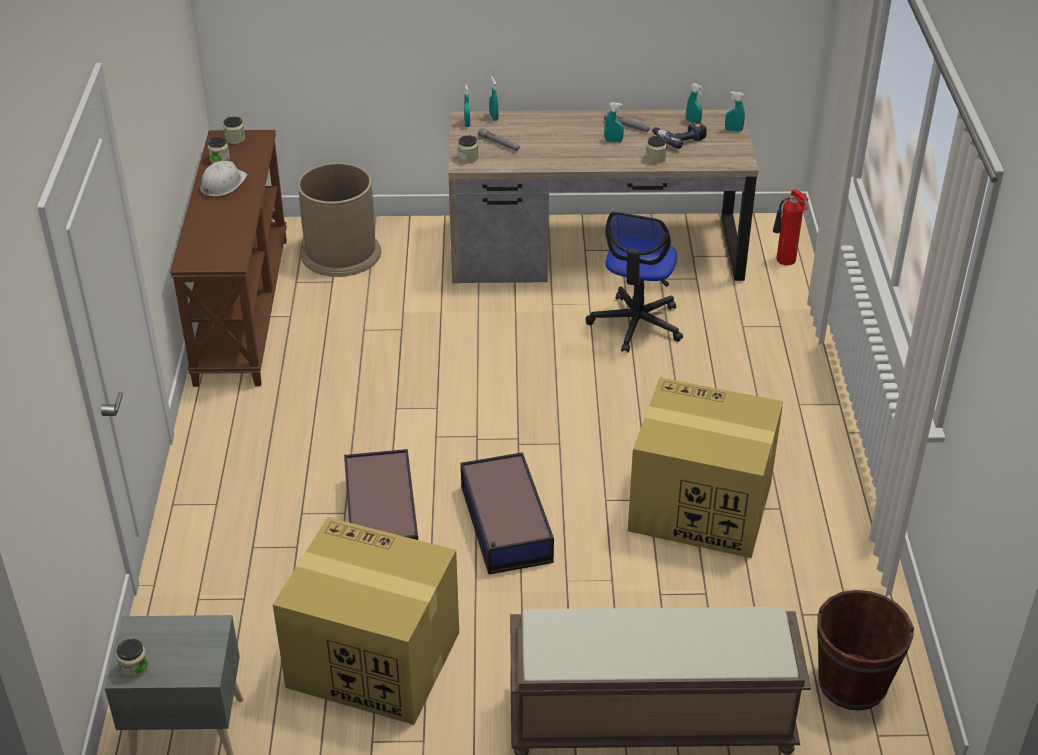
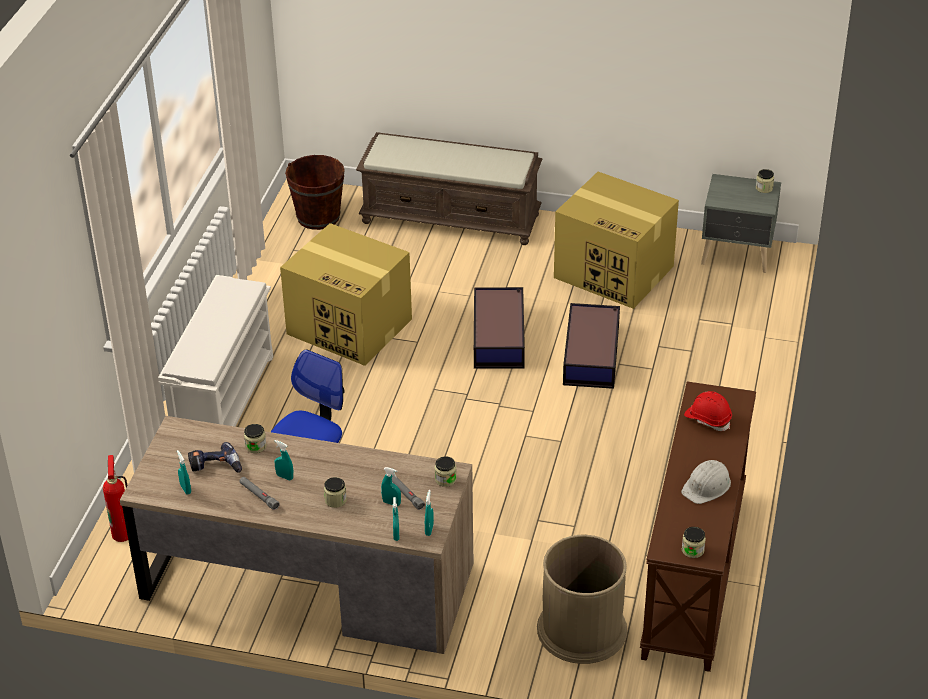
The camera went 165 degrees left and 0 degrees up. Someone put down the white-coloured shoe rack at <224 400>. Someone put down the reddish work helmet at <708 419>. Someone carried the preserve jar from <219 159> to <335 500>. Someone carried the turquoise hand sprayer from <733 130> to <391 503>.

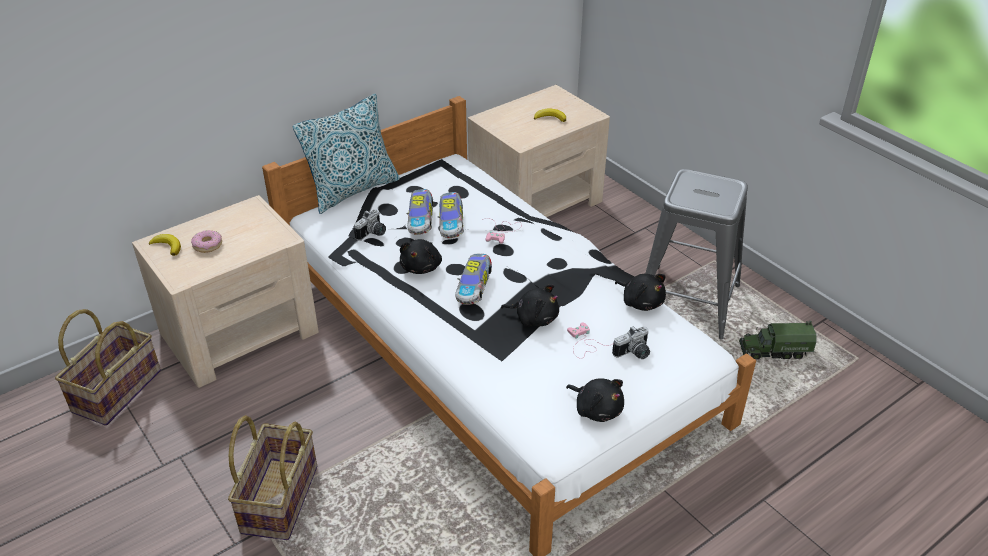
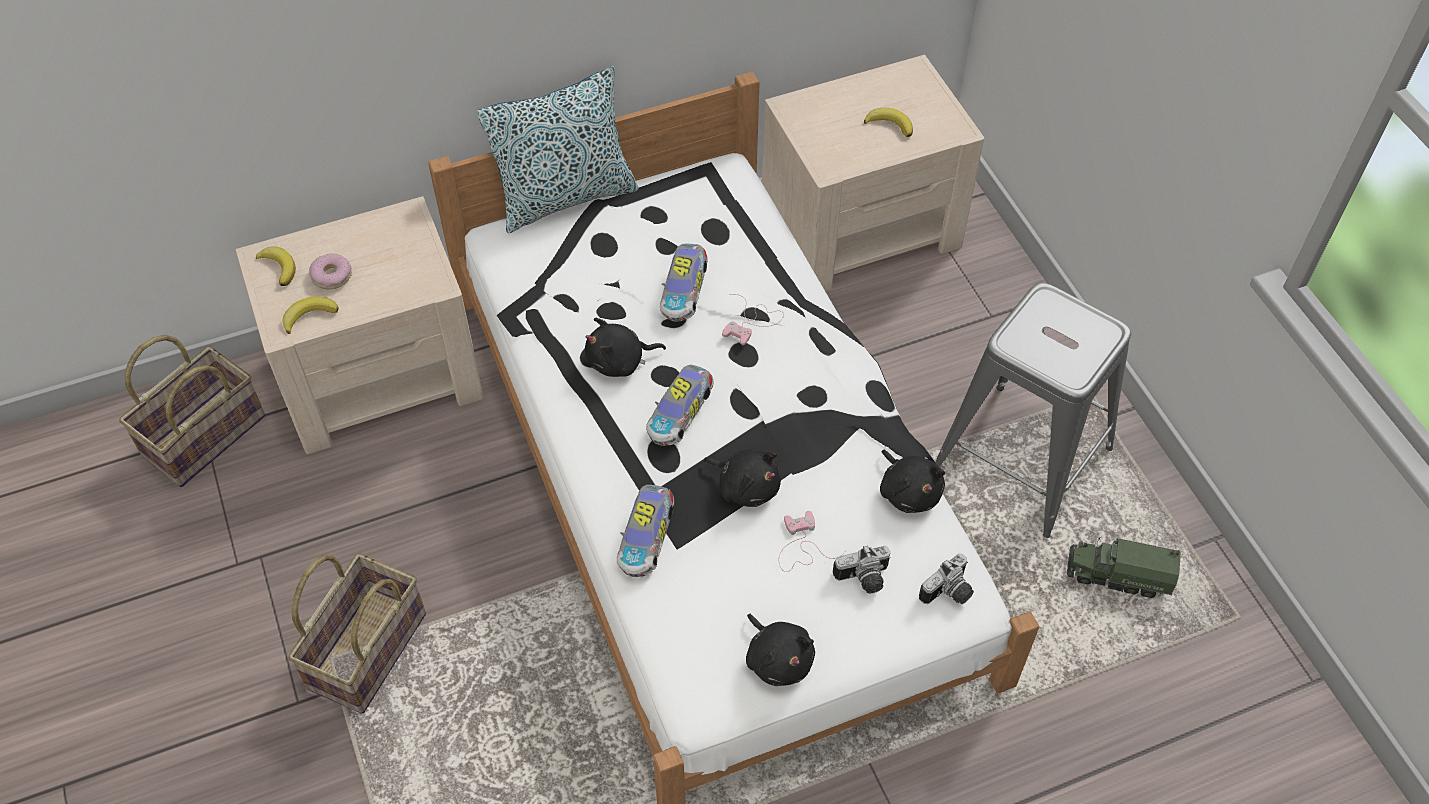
The camera went 15 degrees right and 15 degrees up. Someone put down the banana at <309 315>. Someone carried the photo camera from <373 234> to <949 593>. Someone carried the miniature car from <420 219> to <646 536>. Someone rotated the blackish cuddly toy at <422 267> by 45 degrees clockwise.

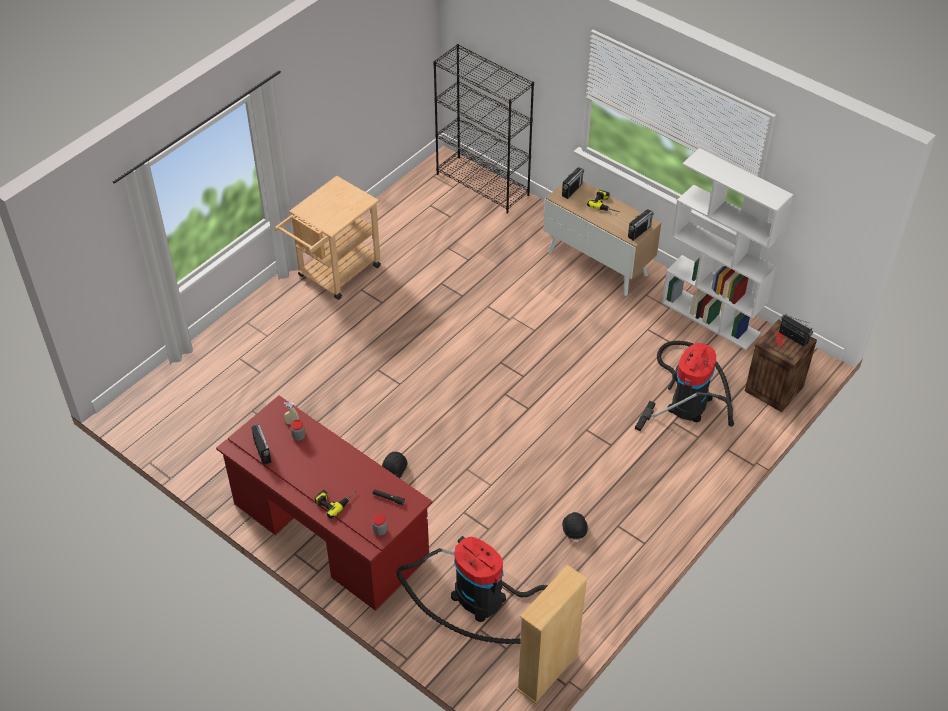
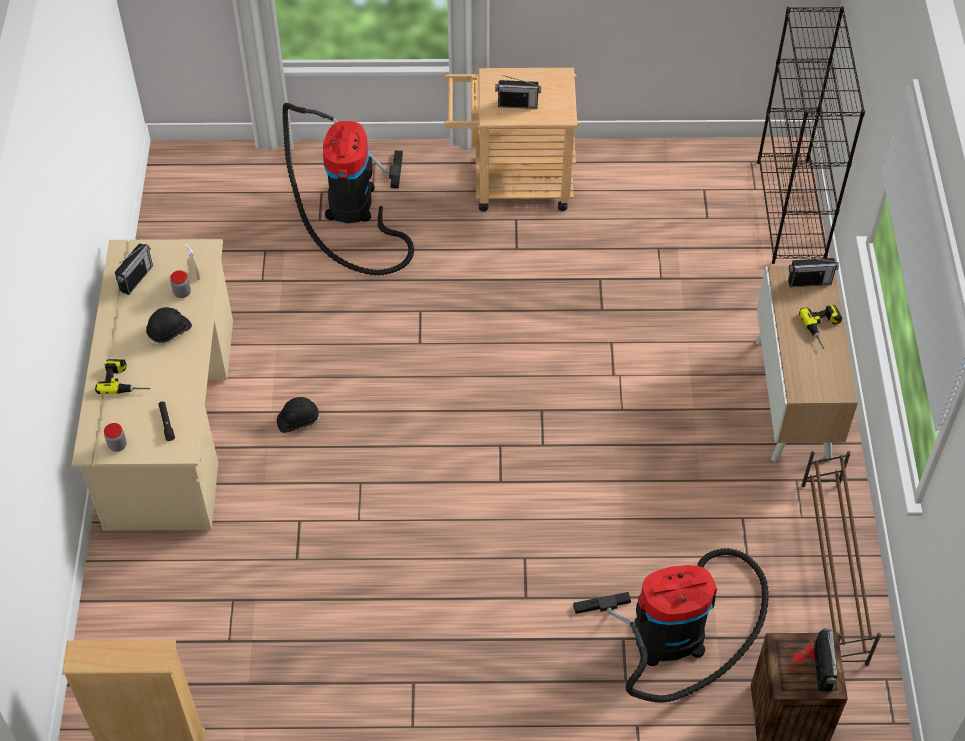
The camera went 50 degrees right and 5 degrees up. Someone carried the hoover from <484 601> to <351 208>. Someone carried the blackish work helmet from <574 529> to <169 331>. Someone carried the radio from <639 232> to <517 104>. Someone swapped the white-coloured bookshelf at <711 318> for the brownish shoe rack at <833 572>. Someone repainted the reddish desk table at <330 531>, which became the beige desk table at <170 422>.

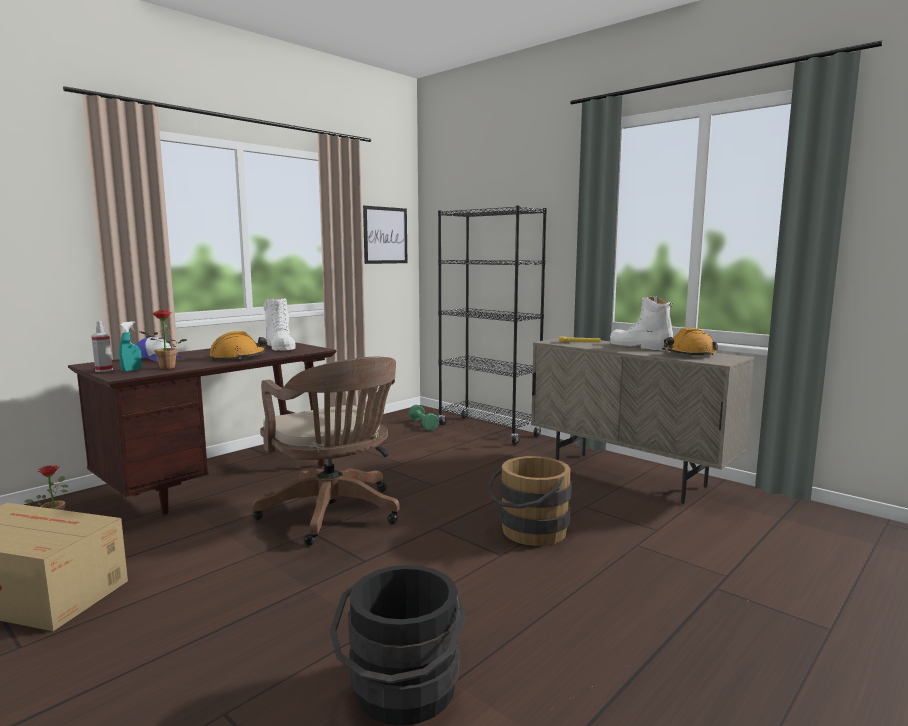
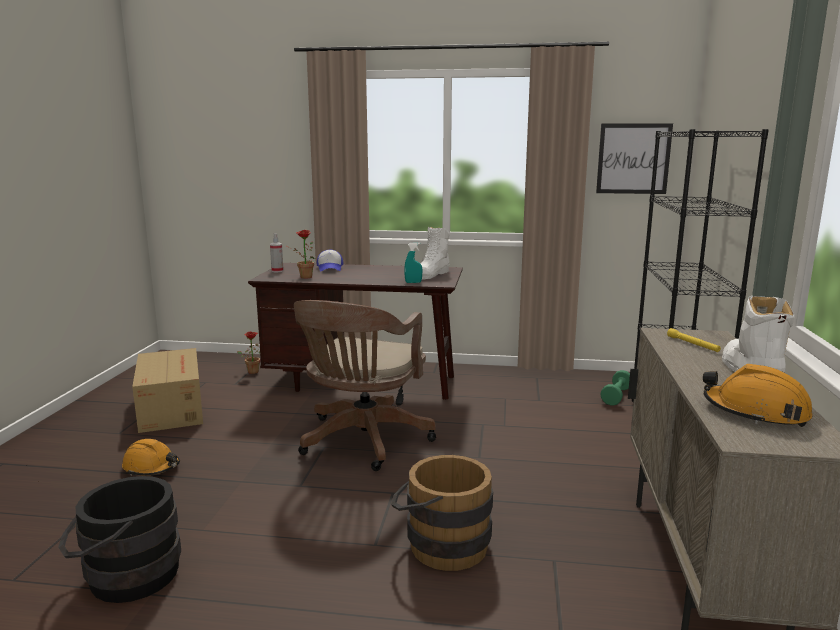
The camera went 55 degrees right and 5 degrees up. Someone carried the turquoise hand sprayer from <131 370> to <413 282>. Someone carried the orange-coloured work helmet from <238 357> to <151 467>.

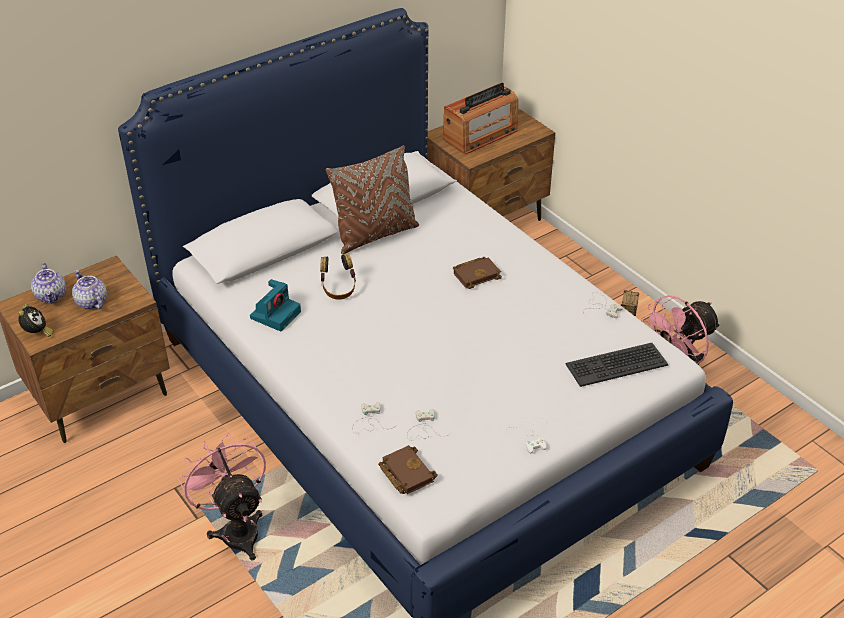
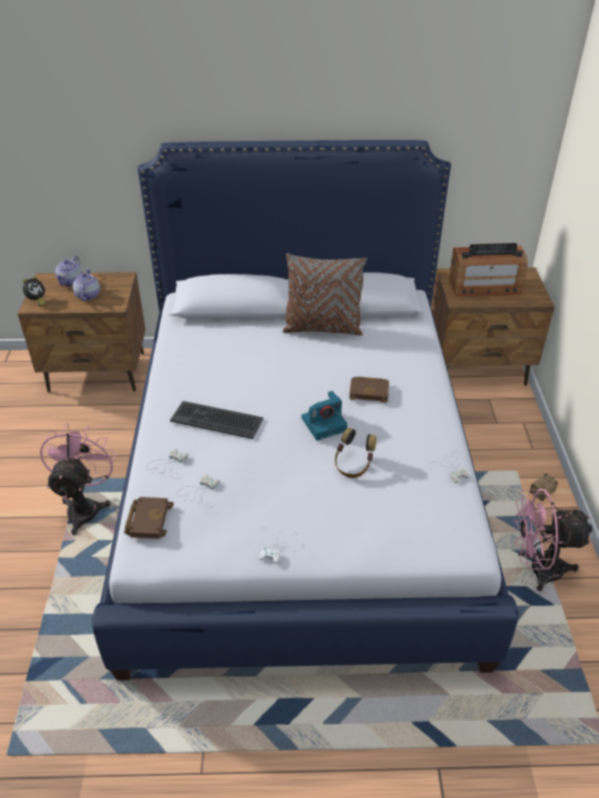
The camera went 35 degrees right and 0 degrees up. Someone carried the photo camera from <275 314> to <324 423>. Someone carried the headphones from <338 289> to <353 465>. Someone carried the keyboard from <616 364> to <217 420>.

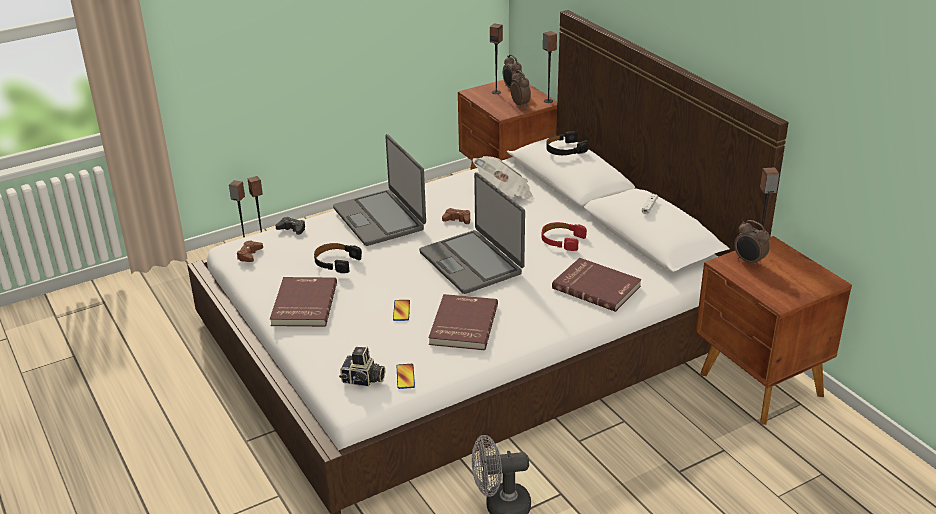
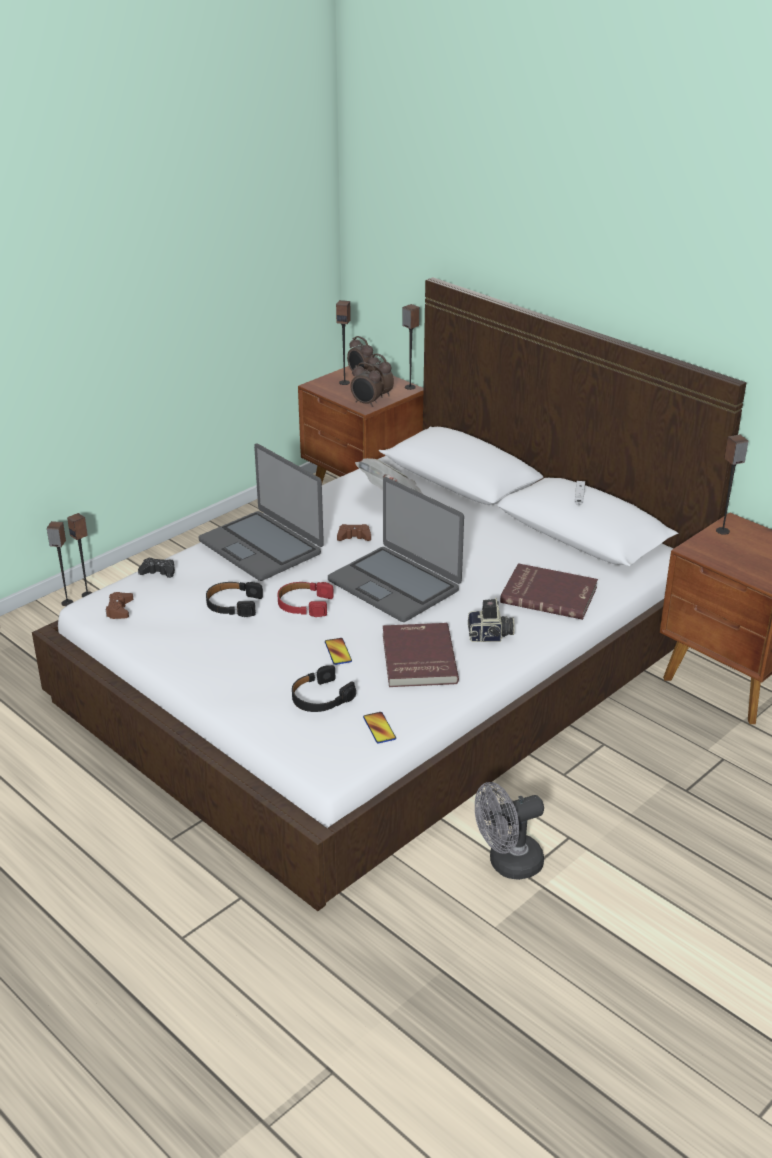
The camera went 15 degrees left and 0 degrees up. Someone took away the reddish book at <303 304>. Someone carried the photo camera from <363 380> to <490 636>. Someone carried the reddish headphones from <562 240> to <304 605>. Someone carried the blackish headphones from <565 150> to <320 698>. Someone carried the bedside clock from <749 261> to <366 403>.

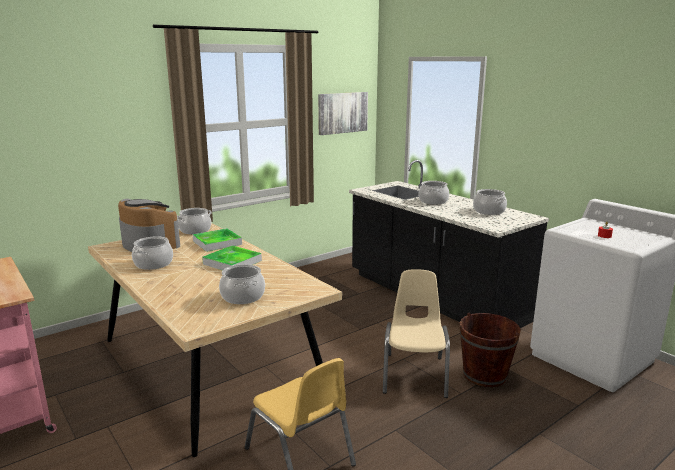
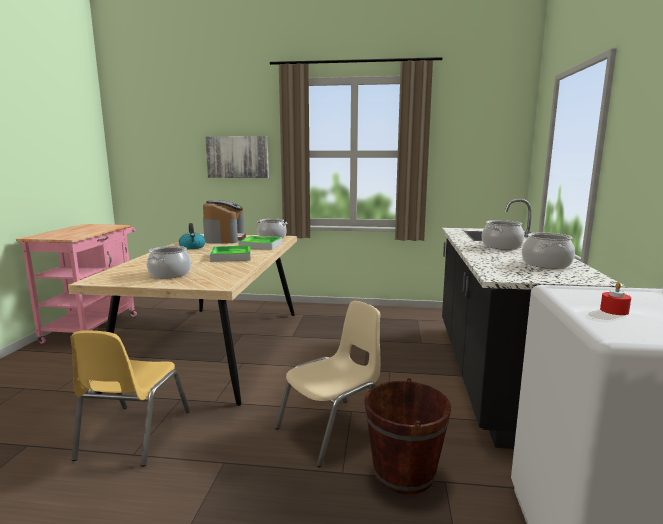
The camera went 45 degrees right and 5 degrees down. Someone carried the picture from <342 112> to <237 157>. Someone swapped the cooking pot at <153 264> for the water kettle at <192 247>.

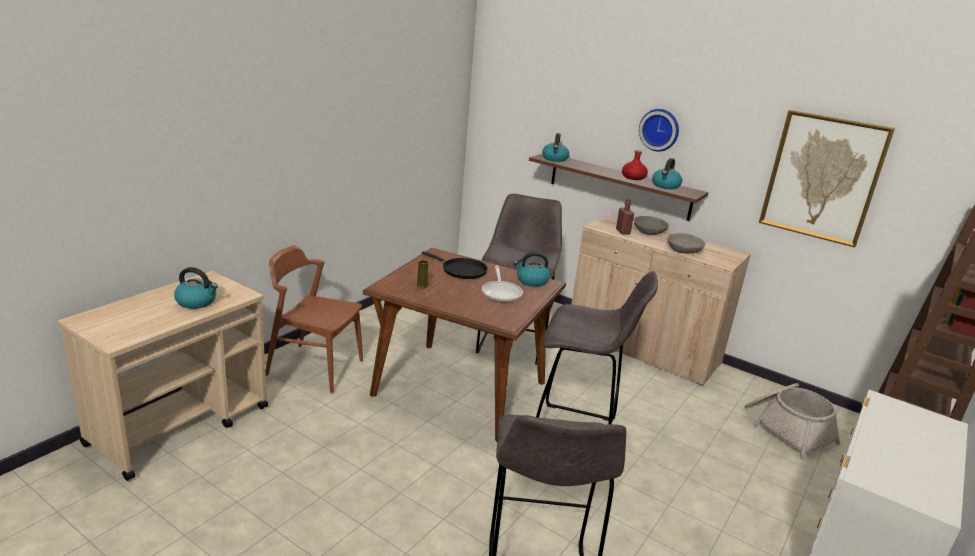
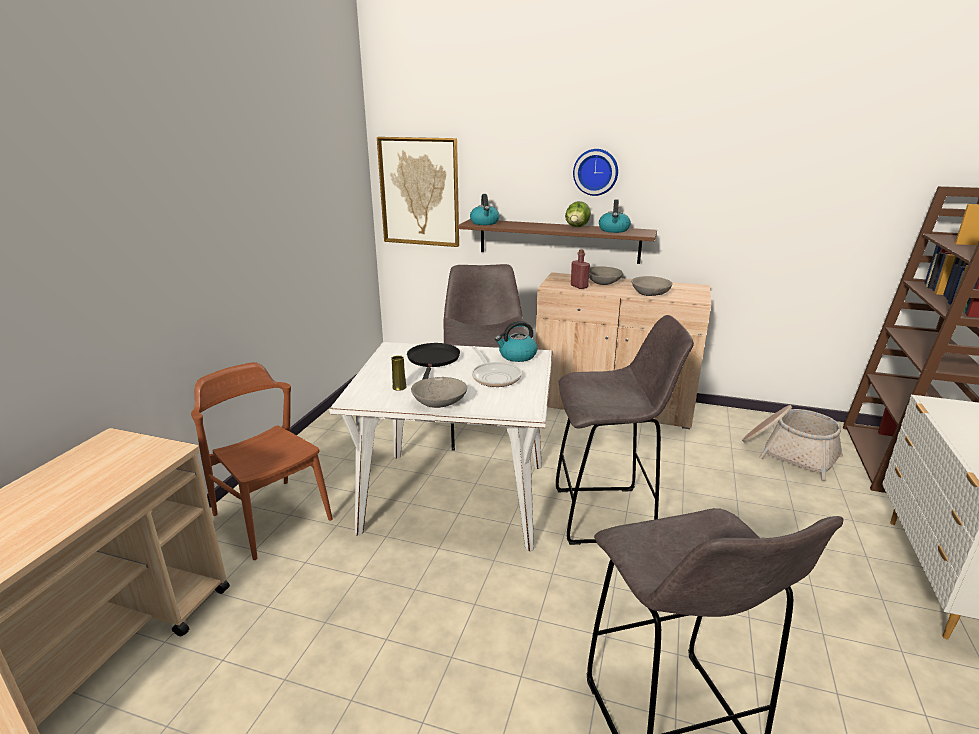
The camera went 15 degrees left and 0 degrees up. Someone took away the water kettle at <197 302>. Someone put down the grey deep dish at <439 402>. Someone carried the picture from <822 178> to <419 192>. Someone swapped the reddish bottle at <633 177> for the lettuce head at <577 227>. Someone repainted the brownish dinner table at <460 389>, which became the white-coloured dinner table at <456 497>. Someone rotated the brownish chair at <314 367> by 45 degrees clockwise. Someone rotated the blackish pan at <461 270> by 105 degrees counterclockwise.

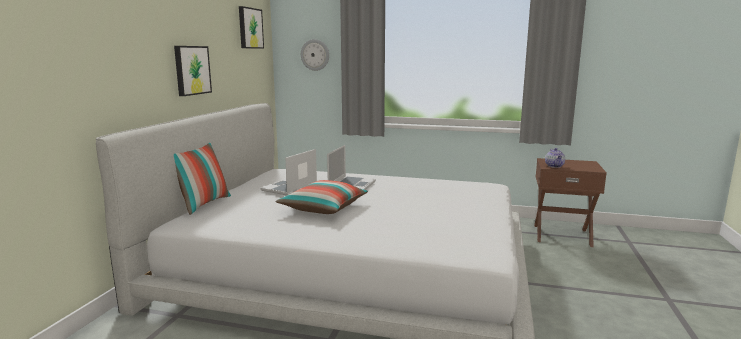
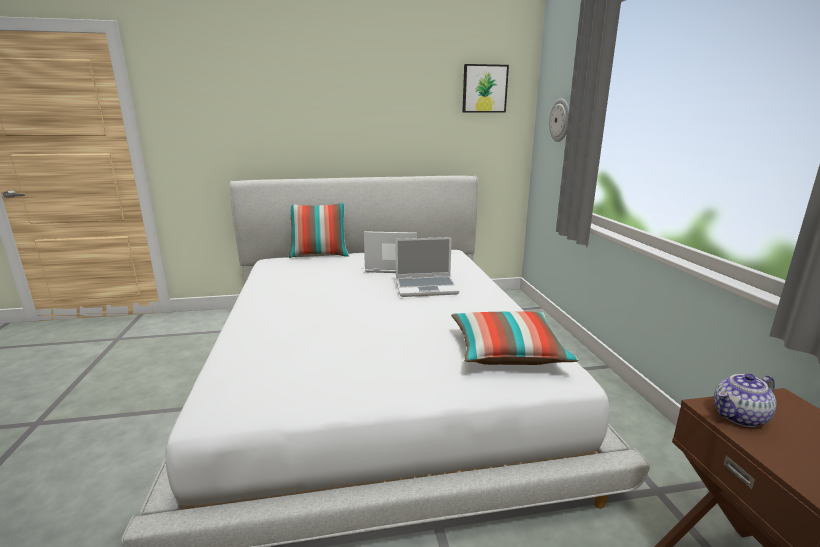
The camera went 65 degrees right and 5 degrees up. Someone took away the picture at <191 70>. Someone carried the cushion from <323 208> to <507 352>.

